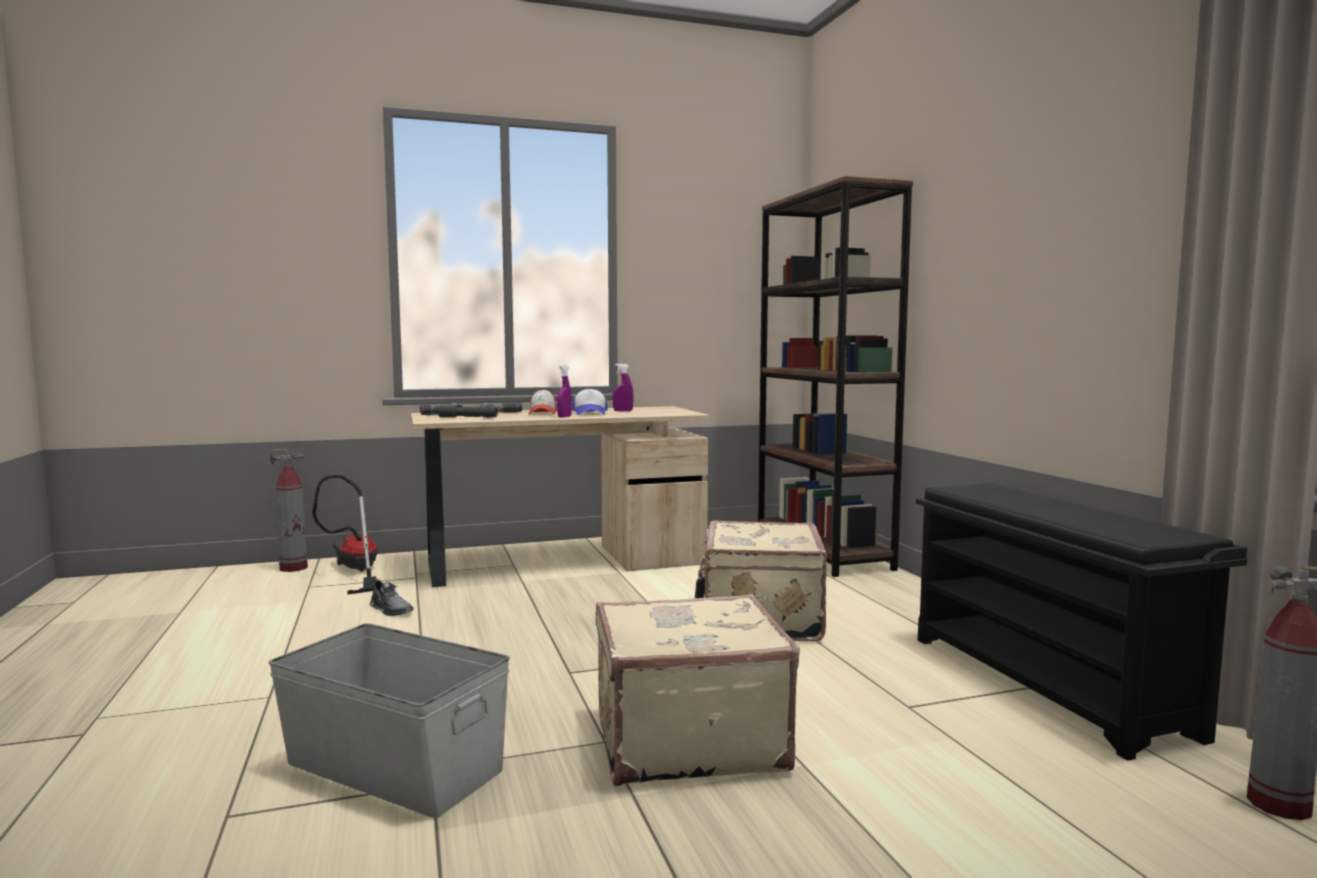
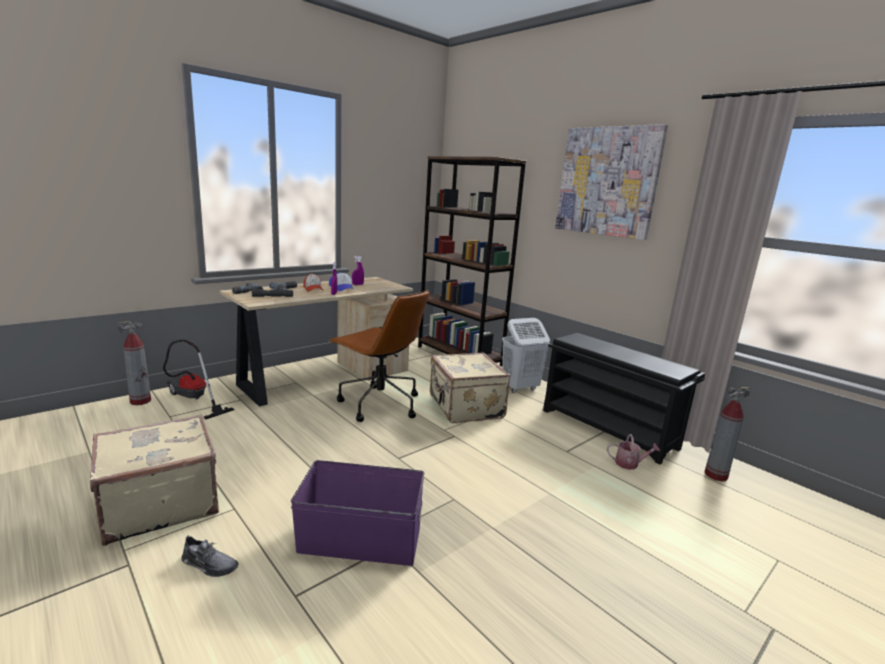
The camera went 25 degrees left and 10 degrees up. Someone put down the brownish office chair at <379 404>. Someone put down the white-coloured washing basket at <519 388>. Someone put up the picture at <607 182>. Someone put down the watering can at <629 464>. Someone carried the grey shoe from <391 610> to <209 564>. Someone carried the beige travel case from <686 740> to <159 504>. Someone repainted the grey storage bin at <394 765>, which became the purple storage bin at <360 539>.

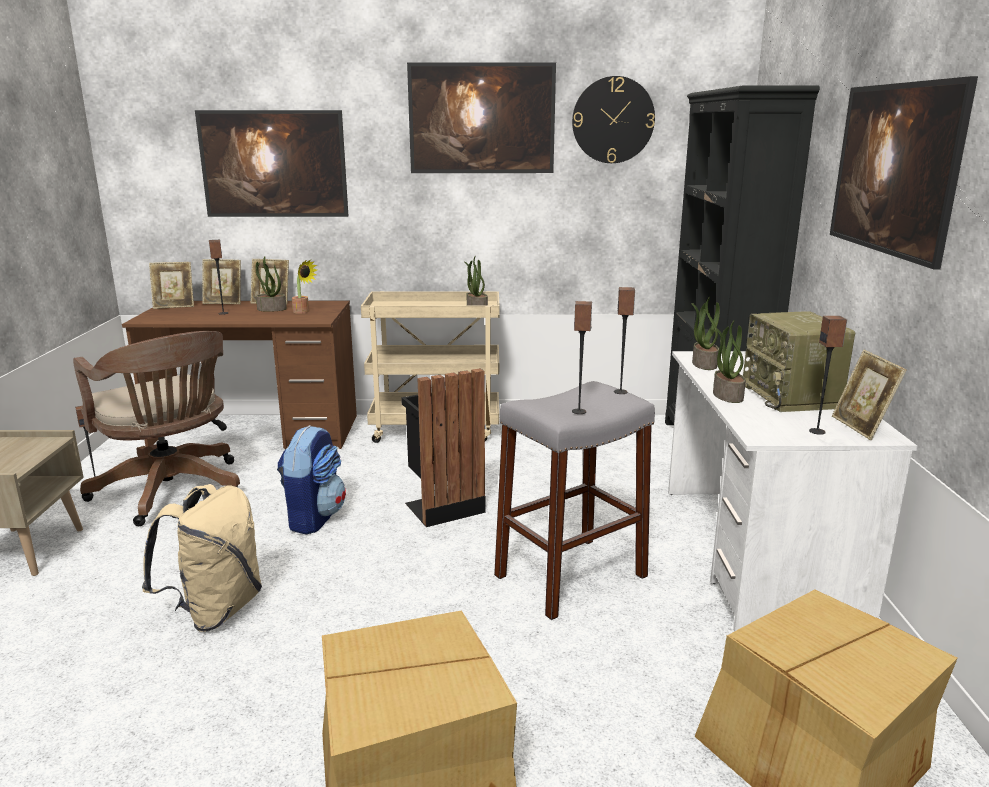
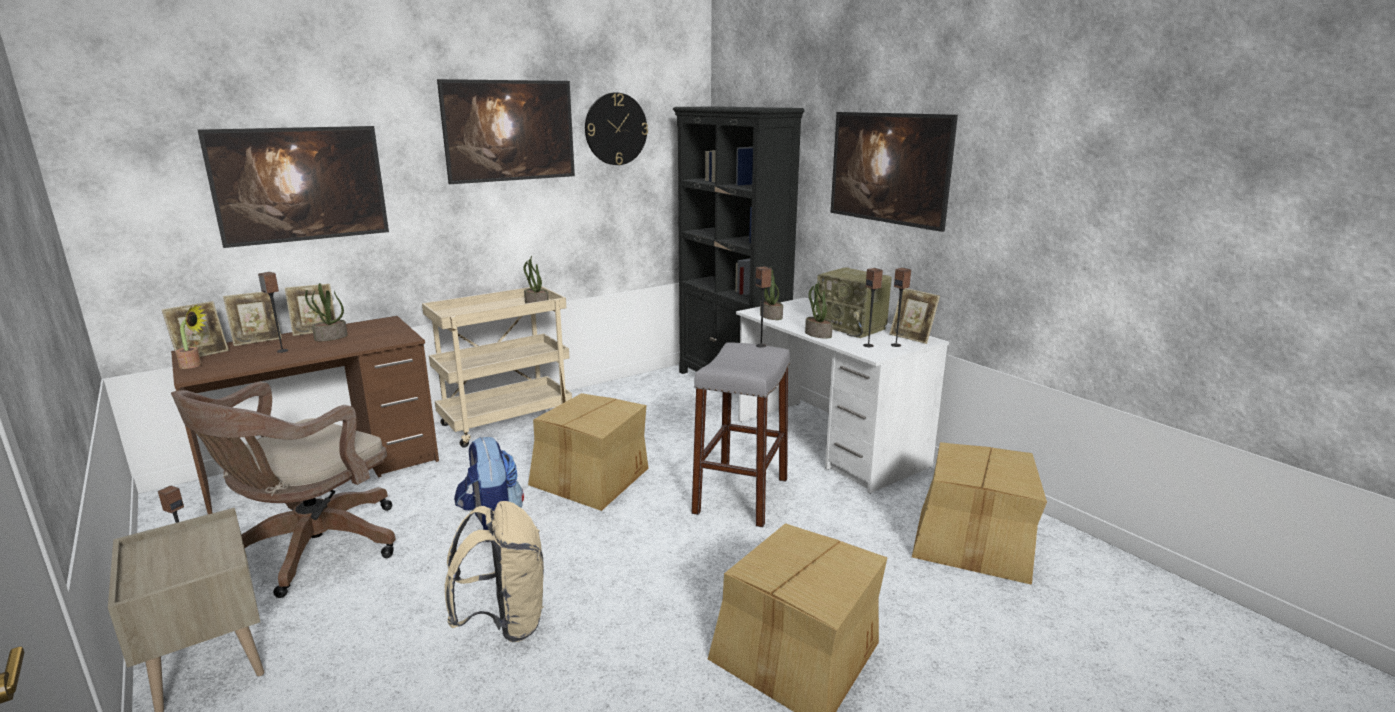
The camera went 35 degrees left and 0 degrees up. Someone carried the houseplant from <303 312> to <194 365>. Someone carried the speaker from <579 411> to <868 345>. Someone swapped the blackish waste bin at <442 506> for the cardboard box at <591 479>. Someone rotated the brownish office chair at <172 492> by 105 degrees clockwise.

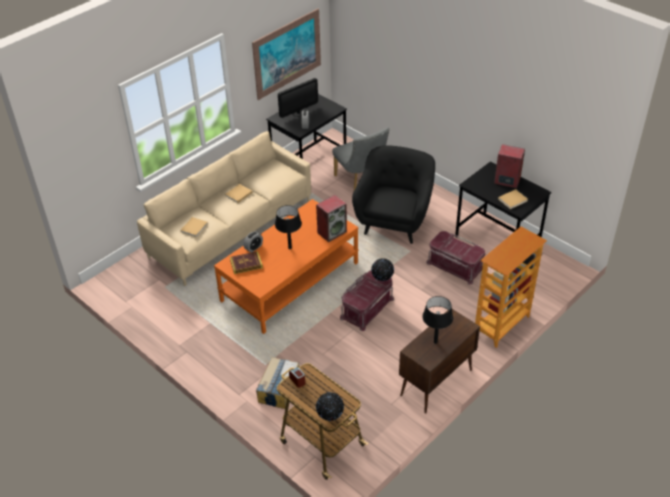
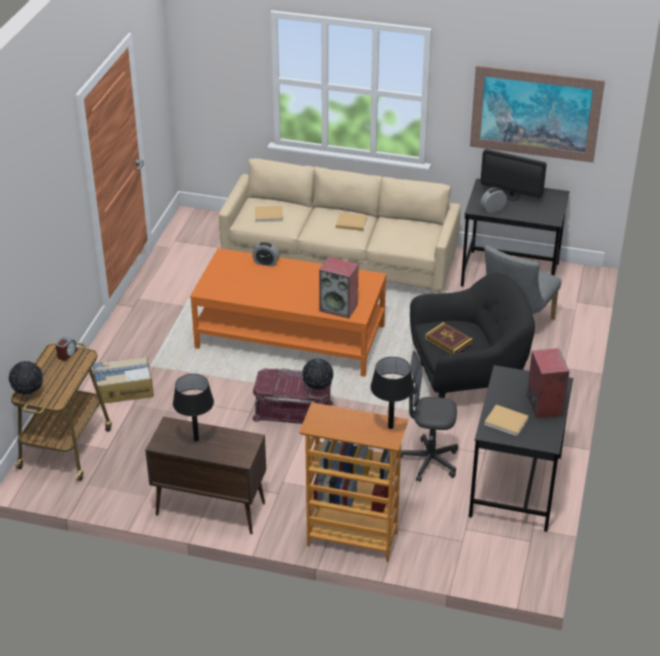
The camera went 60 degrees right and 5 degrees down. Someone carried the book from <246 264> to <448 341>. Someone carried the blackish table lamp from <290 248> to <390 427>. Someone swapped the reddish storage bin at <454 266> for the grey office chair at <429 461>.

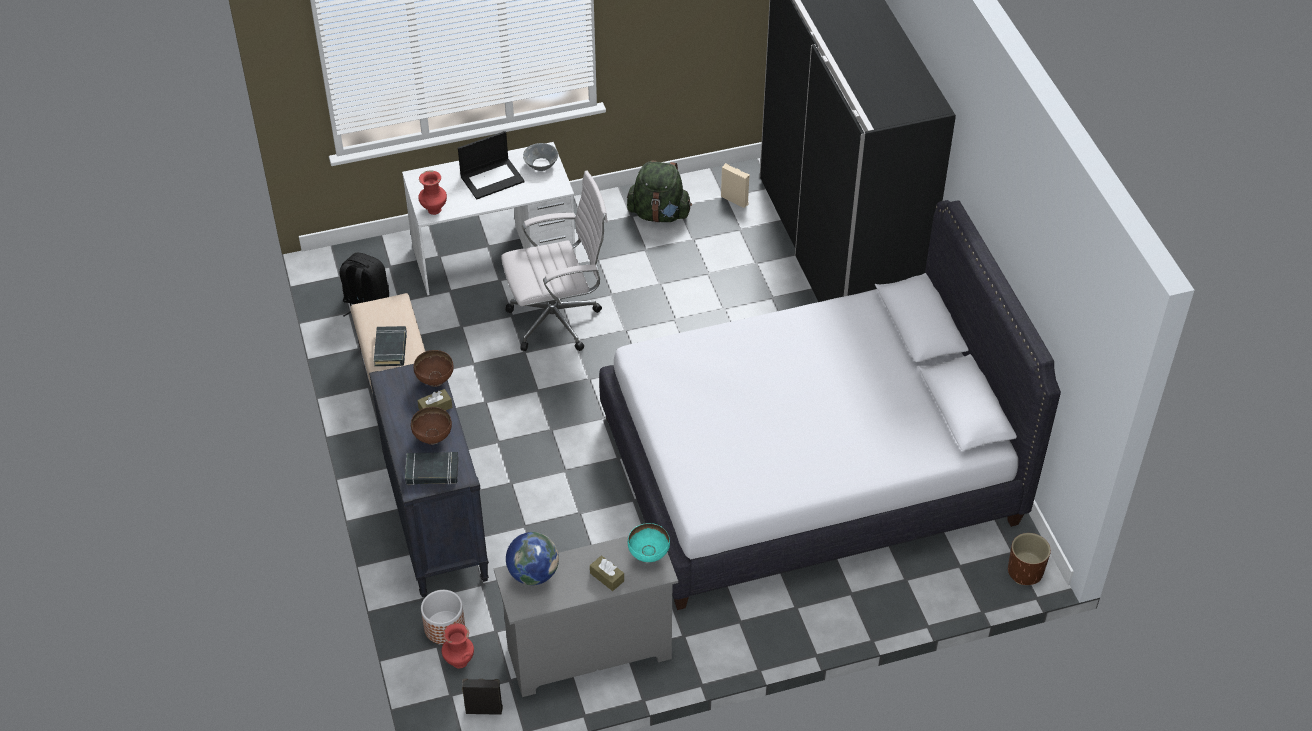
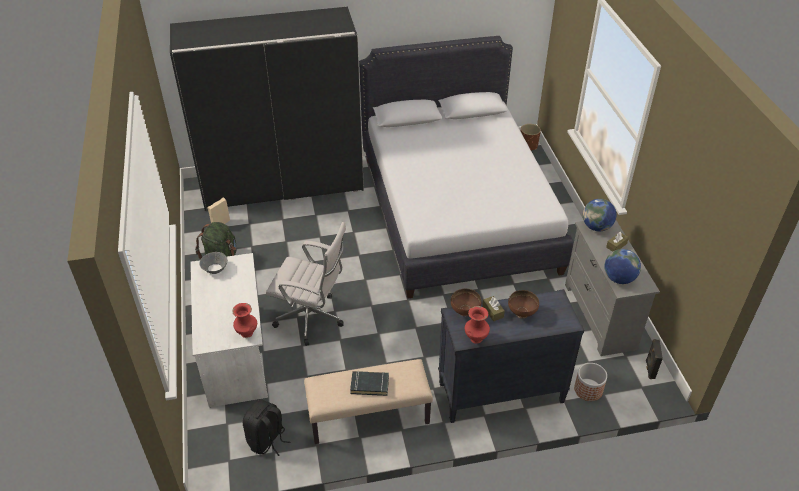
The camera went 85 degrees left and 5 degrees down. Someone took away the blackish book at <432 471>. Someone took away the laptop at <492 178>. Someone carried the reddish flower vase from <459 661> to <475 339>. Someone swapped the turquoise deep dish at <648 555> for the desk globe at <596 227>. Someone rotated the white-coloured office chair at <558 320> by 120 degrees clockwise.

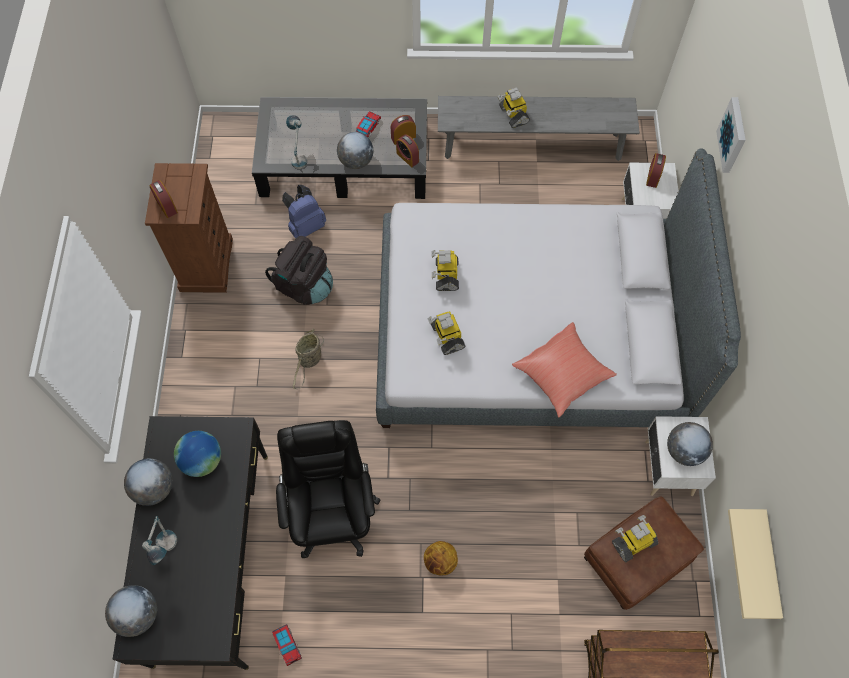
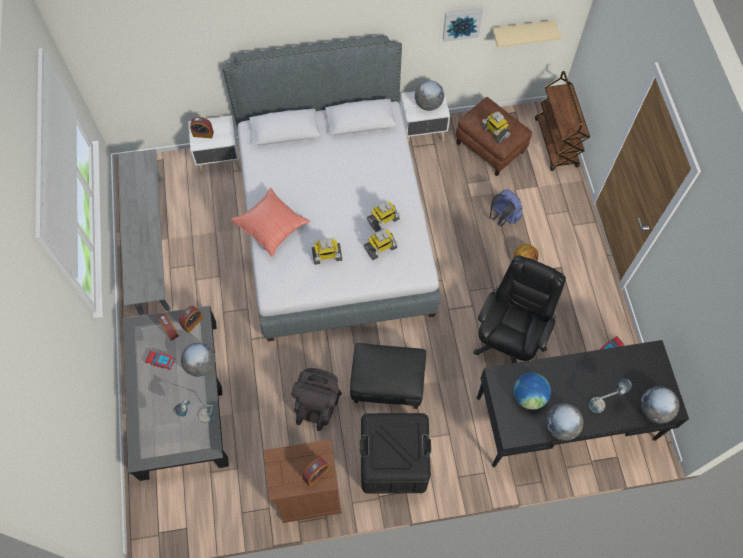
The camera went 100 degrees left and 0 degrees up. Someone put down the blackish storage bin at <393 461>. Someone carried the bluish knapsack from <306 226> to <502 217>. Someone carried the toy robot from <513 115> to <383 220>. Someone carried the reddish cushion from <563 375> to <272 226>. Someone carried the picture from <733 135> to <461 23>. Someone swapped the storage basket at <310 360> for the blackish ottoman at <388 382>. Someone rotated the blackish office chair at <332 513> by 135 degrees clockwise.

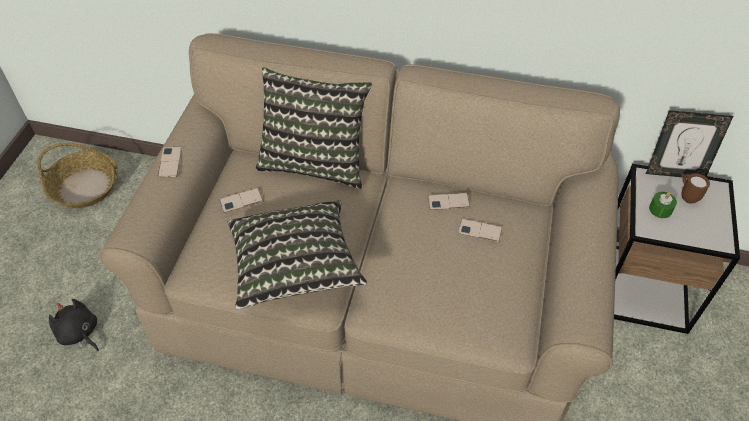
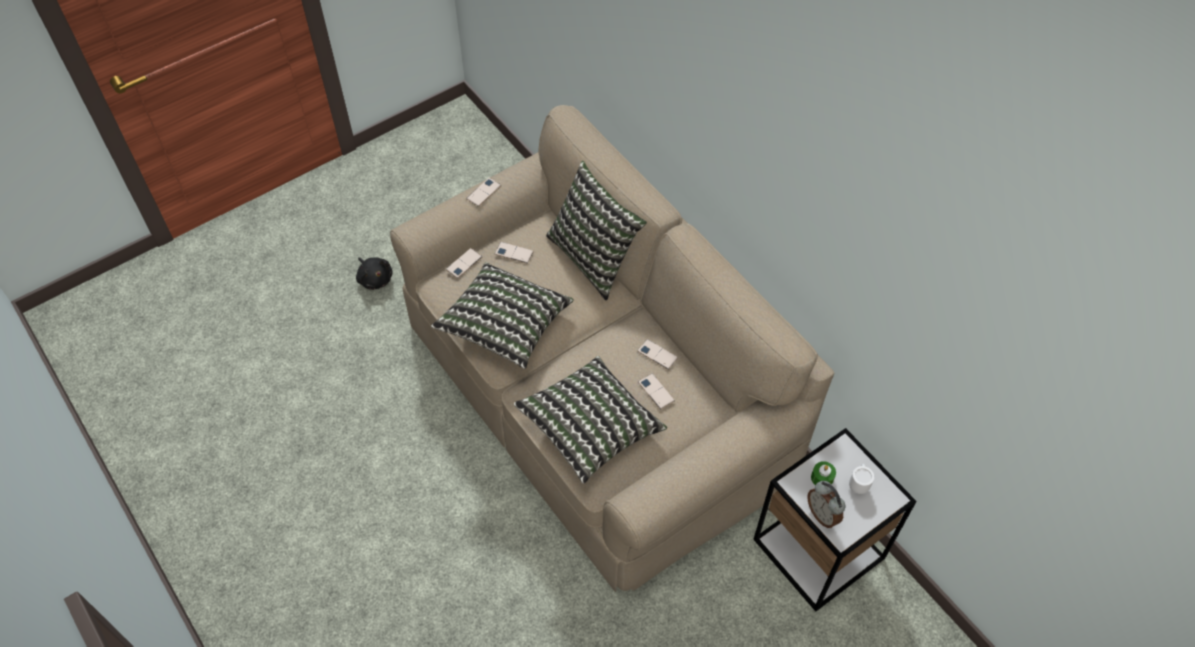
The camera went 40 degrees right and 5 degrees up. Someone took away the storage basket at <85 186>. Someone took away the picture frame at <674 173>. Someone put down the telephone at <464 263>. Someone put down the cushion at <590 428>. Someone put down the bedside clock at <822 514>. Someone repainted the brownish tea mug at <687 196>, which became the white-coloured tea mug at <858 484>. Someone rotated the blackish cuddly toy at <79 333> by 150 degrees clockwise.

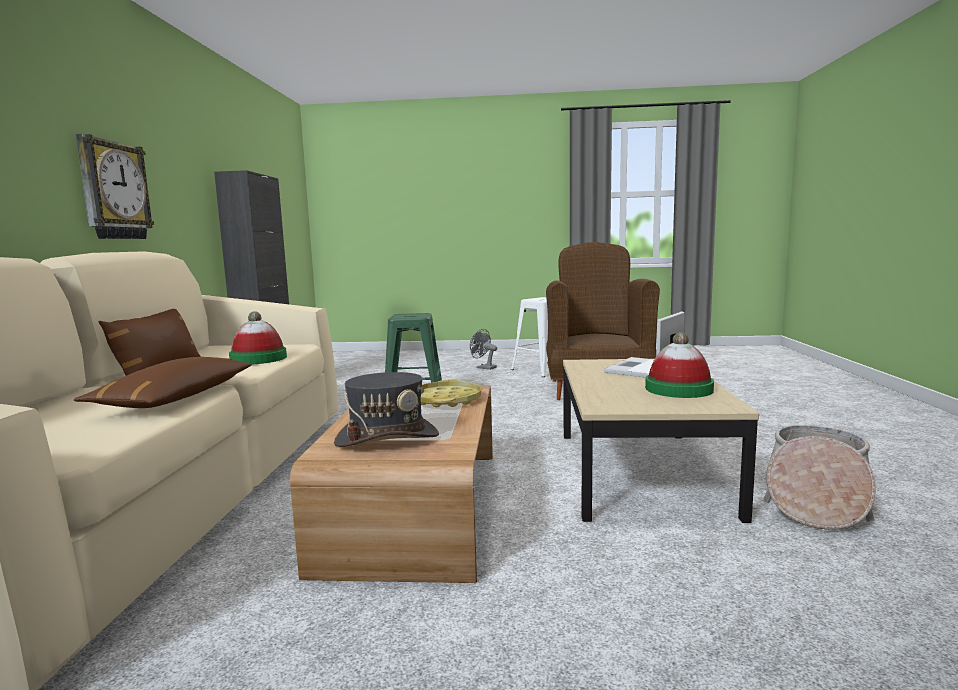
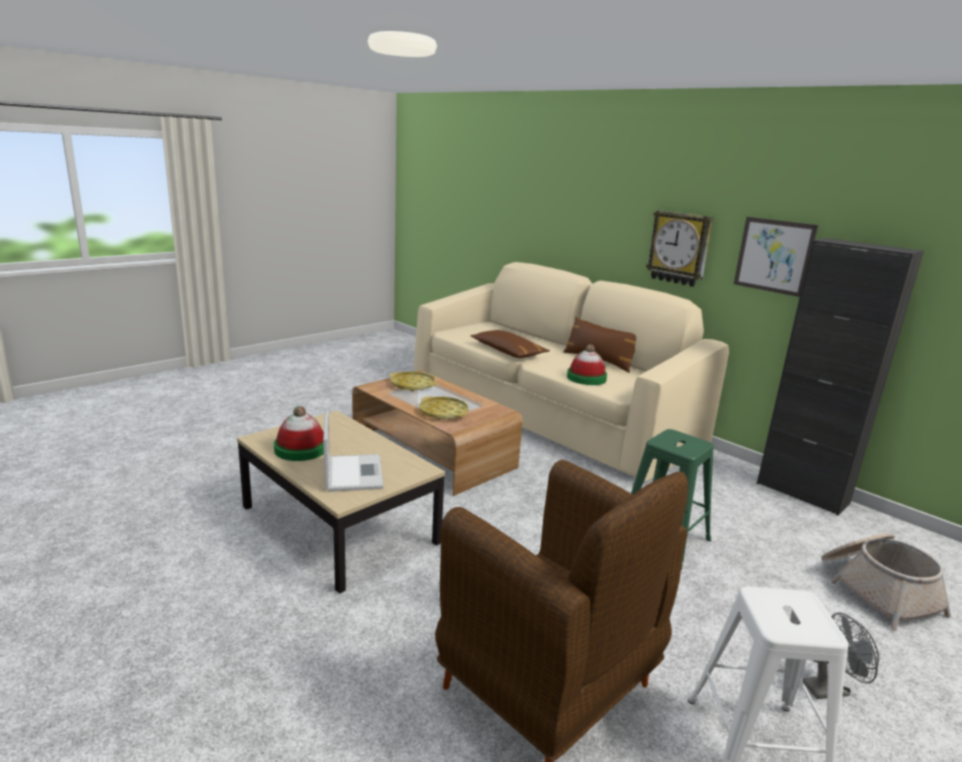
The camera went 130 degrees right and 10 degrees up. Someone put up the picture at <774 256>. Someone carried the storage basket from <815 501> to <876 590>. Someone swapped the grey hat at <387 438> for the yellow tray at <412 385>.

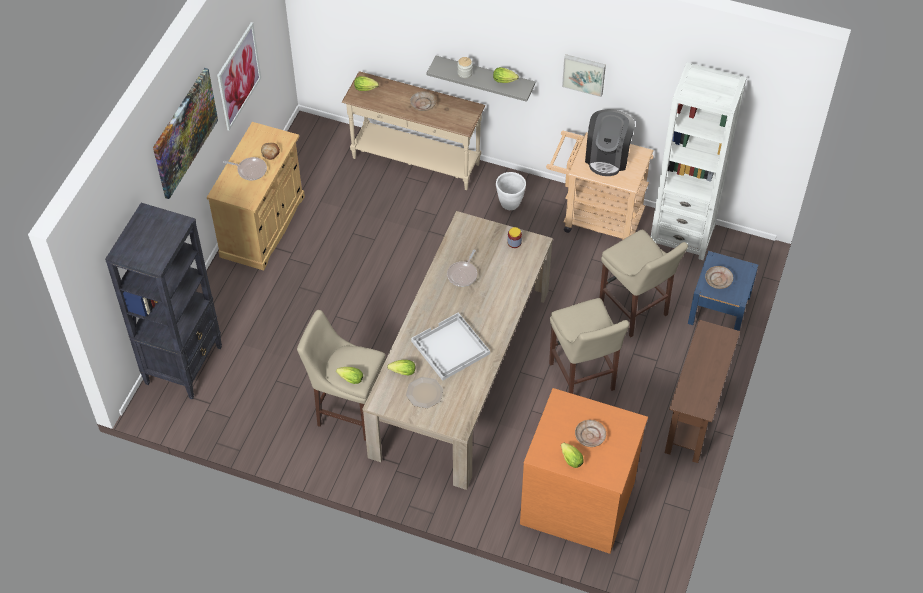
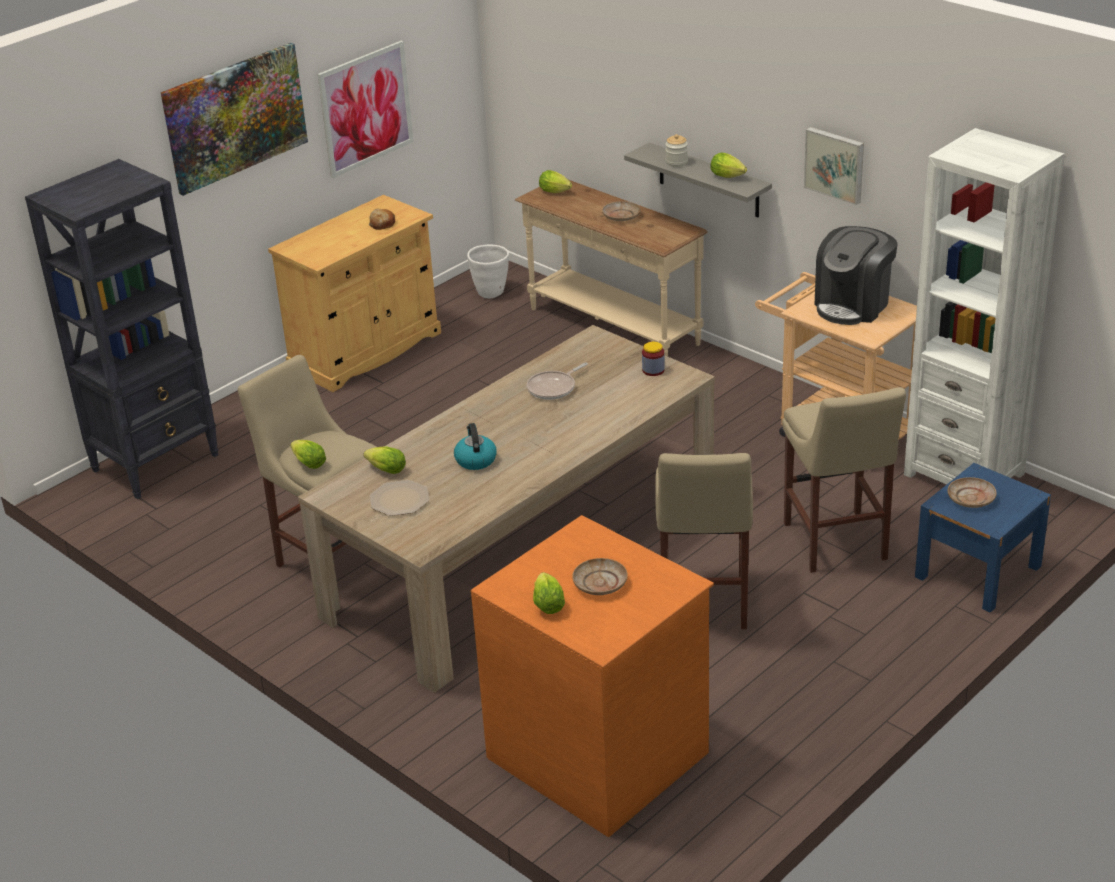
The camera went 25 degrees right and 20 degrees down. Someone took away the pan at <250 170>. Someone took away the brownish hall table at <694 417>. Someone carried the white-coloured plant pot from <510 203> to <491 293>. Someone swapped the white-coloured tray at <450 348> for the water kettle at <475 460>.

